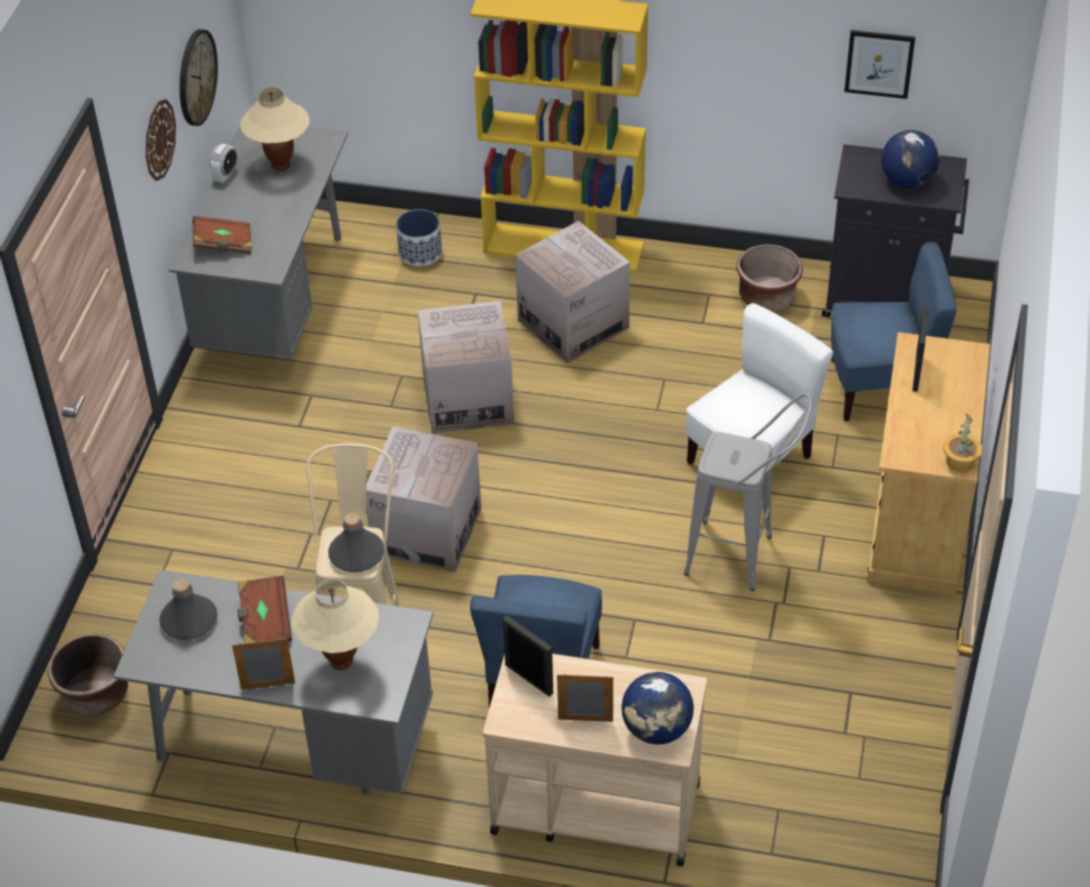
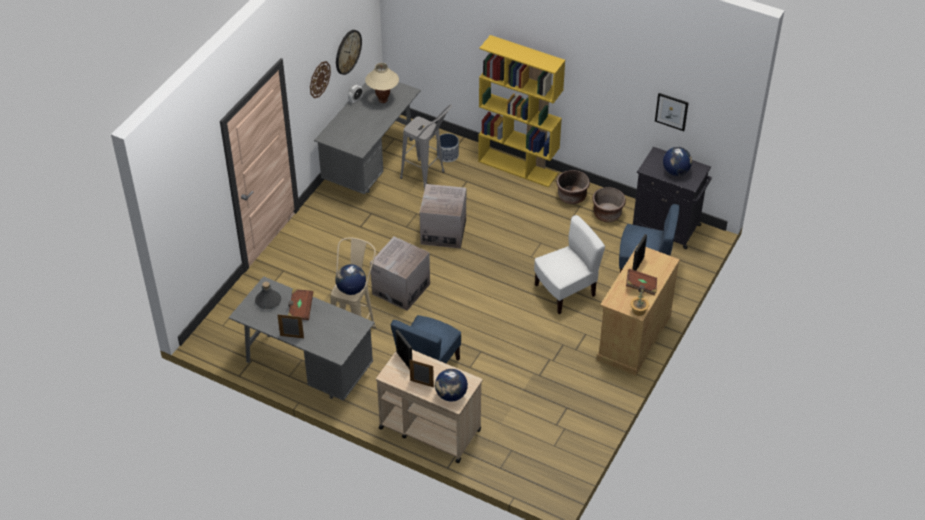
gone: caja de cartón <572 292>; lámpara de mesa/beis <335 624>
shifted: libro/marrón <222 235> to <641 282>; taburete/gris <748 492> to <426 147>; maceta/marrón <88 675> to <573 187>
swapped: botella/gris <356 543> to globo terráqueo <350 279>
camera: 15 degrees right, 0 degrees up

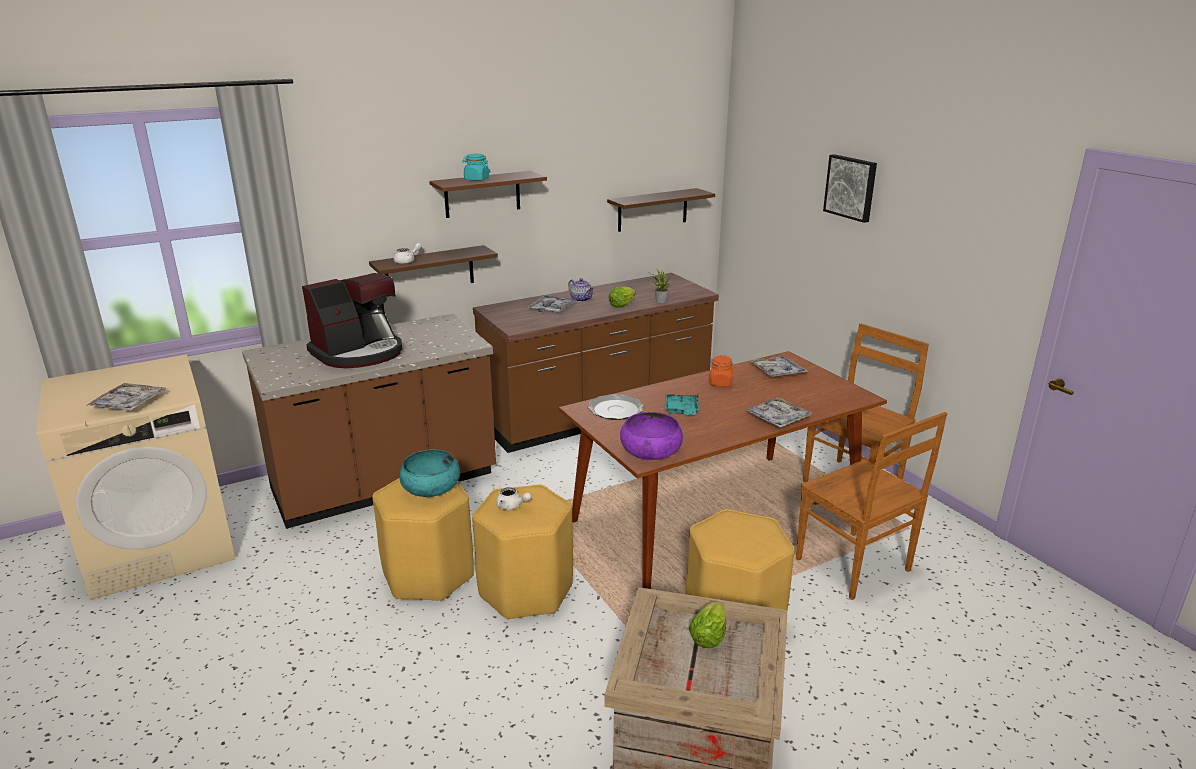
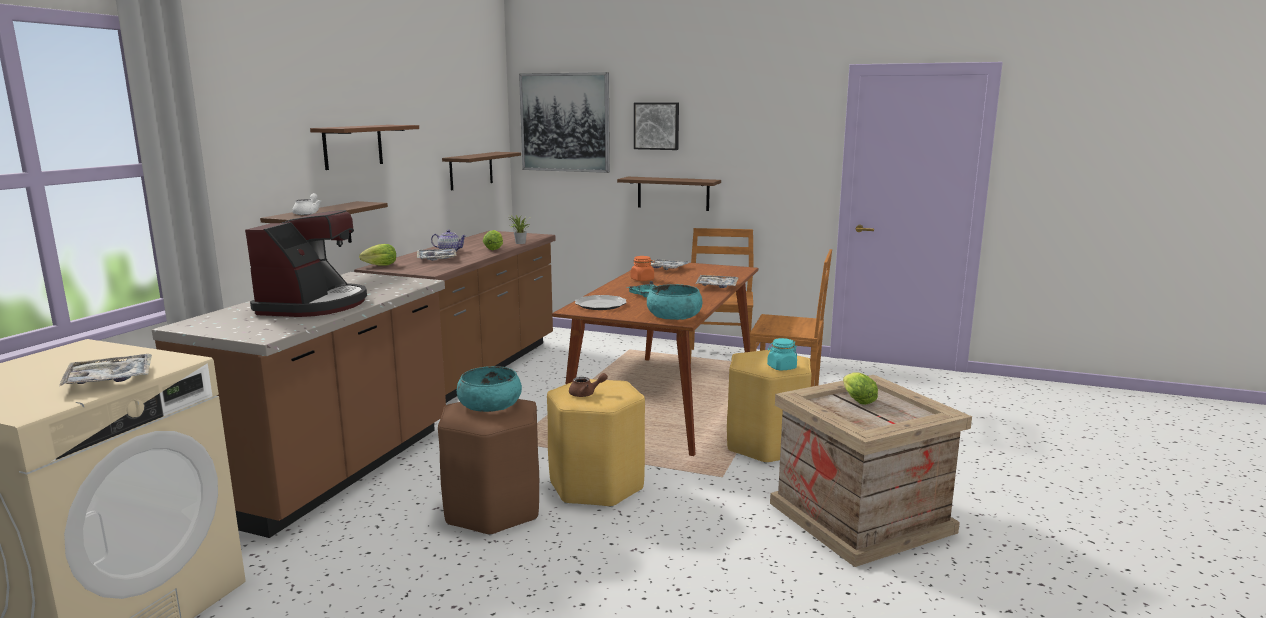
new: cuadro <564 122>; estante/marrón <669 194>; lechuga <377 255>
shifted: tarro/turquesa <475 167> to <782 354>
repainted: cuenco/morado <651 436> to cuenco/turquesa <674 302>; taburete/amarillo <423 539> to taburete/marrón <488 467>; tetera/blanco <513 498> to tetera/marrón <588 385>
camera: 40 degrees left, 10 degrees down

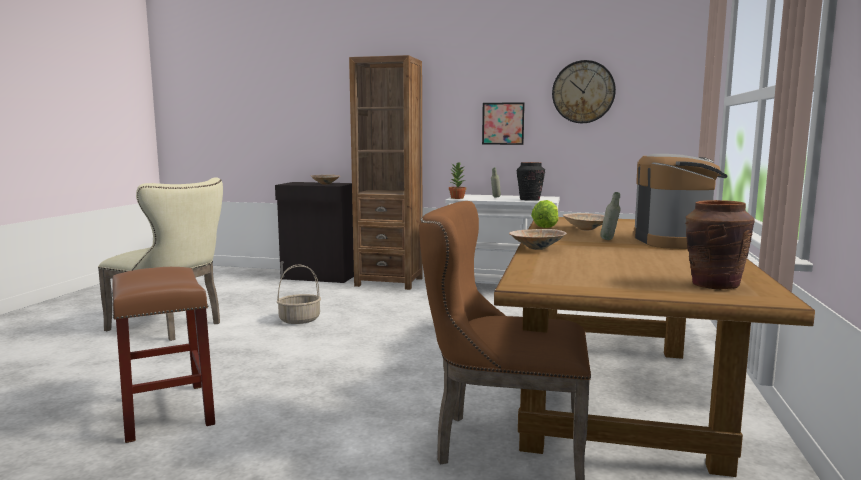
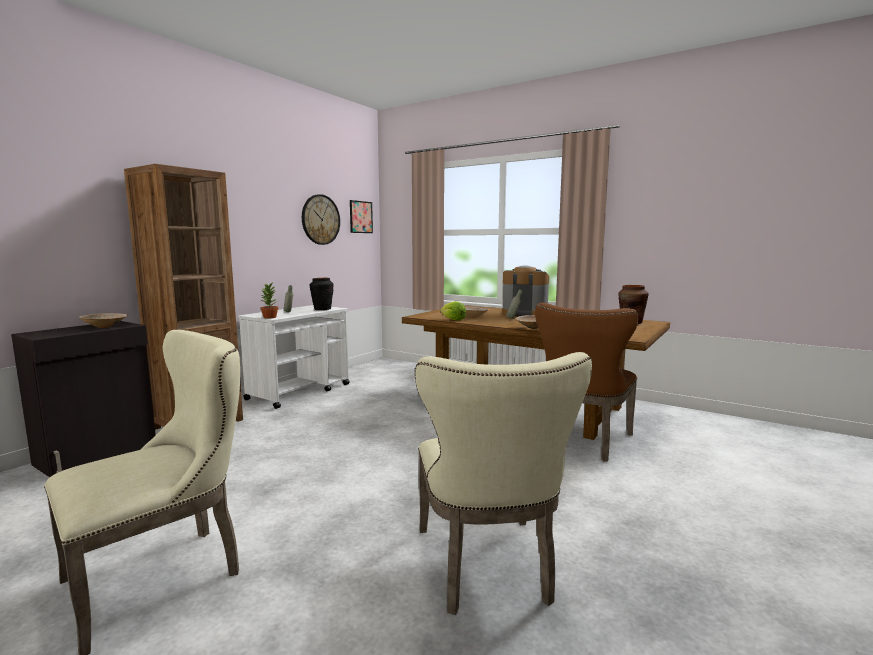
gone: cesta <299 294>
shifted: cuadro <503 123> to <361 216>
swapped: taburete/marrón <163 355> to silla/beis <503 483>
camera: 70 degrees left, 0 degrees up

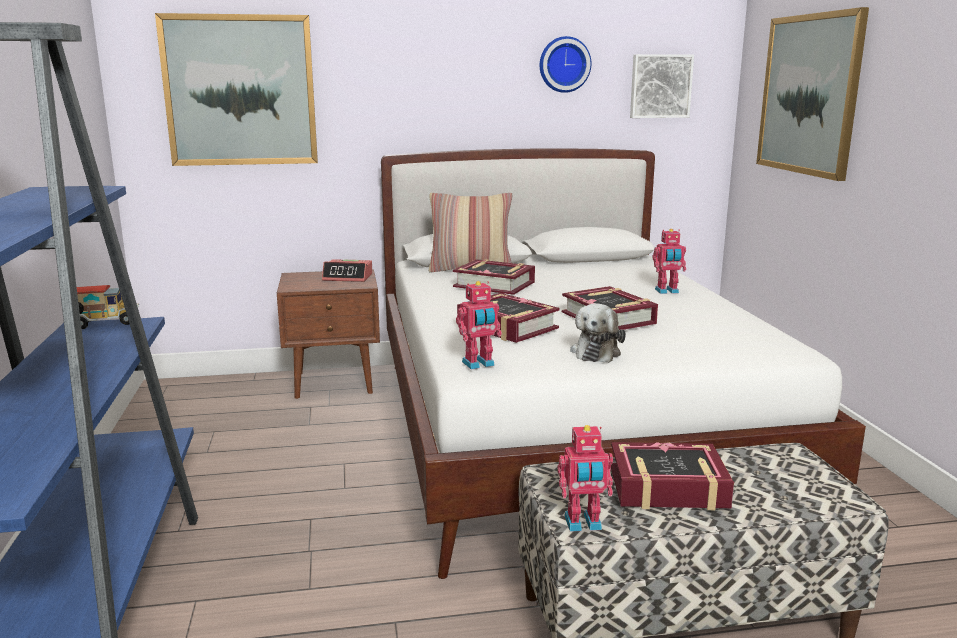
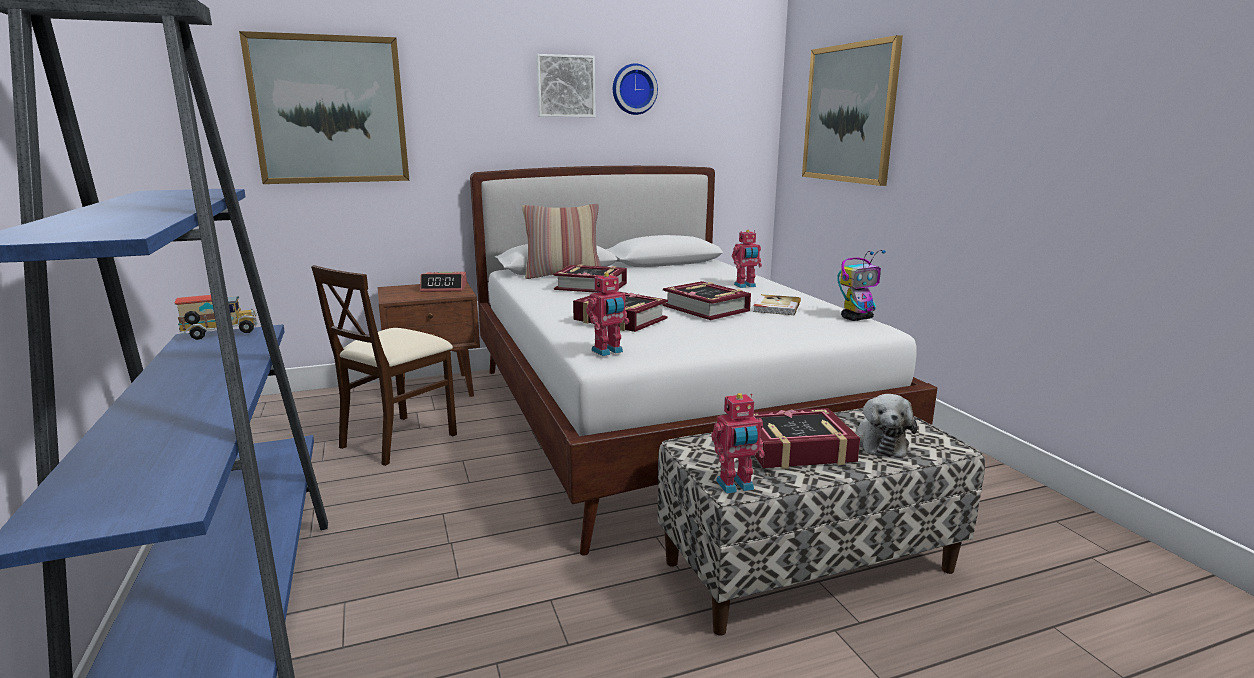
new: robot de juguete <861 285>; silla/beis <384 365>; libro <777 304>
shifted: cuadro <662 86> to <566 85>; peluche <598 333> to <887 425>
camera: 10 degrees left, 0 degrees up

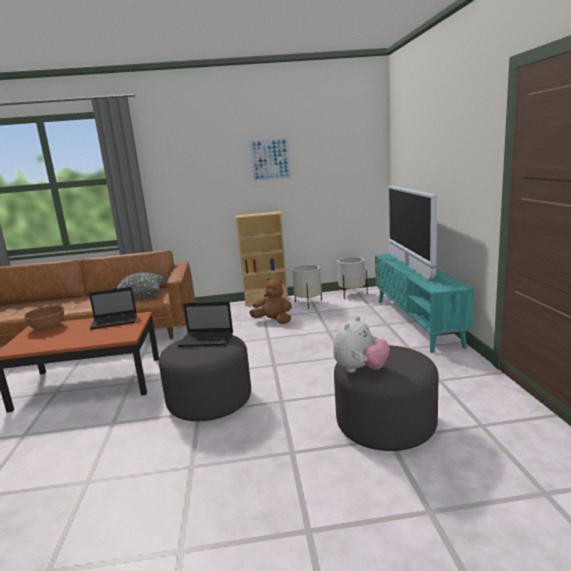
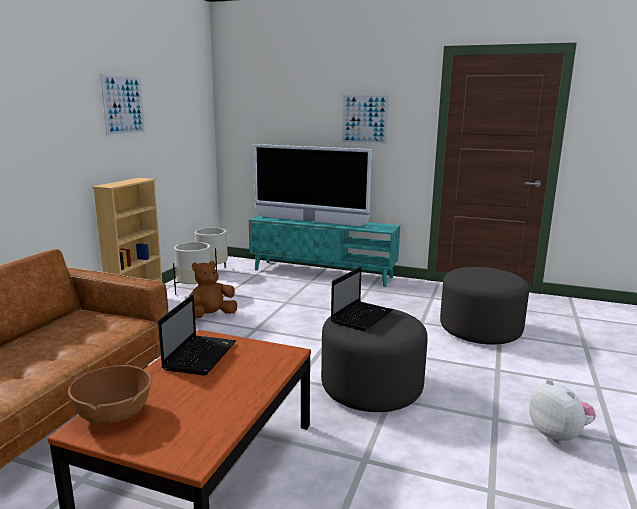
gone: cojín/gris <141 285>
new: cuadro <365 119>
shifted: peluche <361 344> to <562 411>
camera: 65 degrees left, 0 degrees up

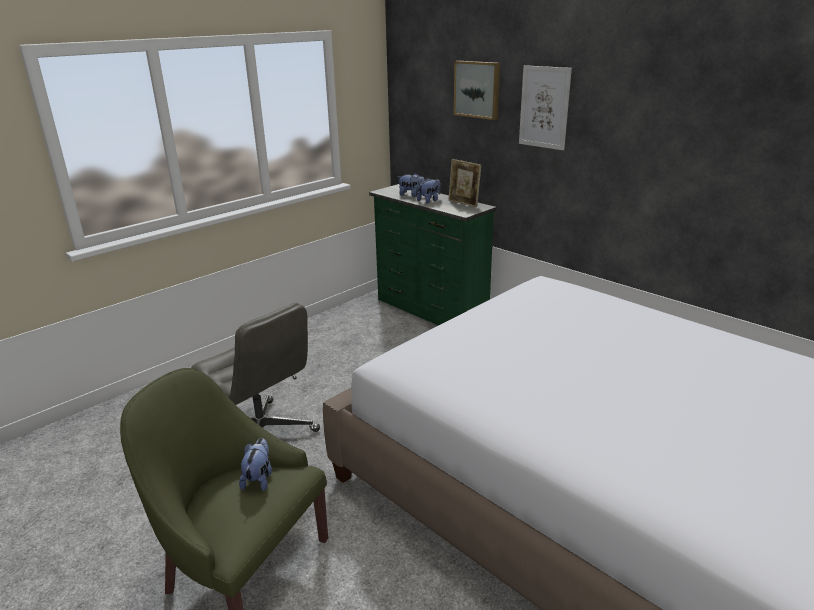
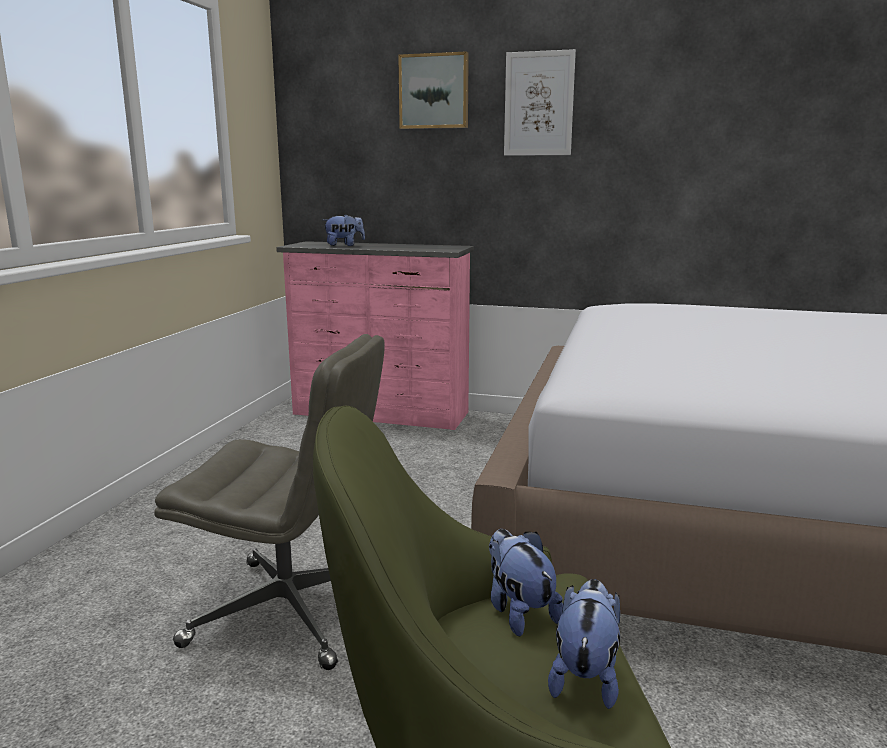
gone: portarretratos <464 183>
shifted: peluche <429 190> to <584 644>
repainted: cómoda/verde <433 255> to cómoda/rosa <375 335>
camera: 30 degrees left, 10 degrees down

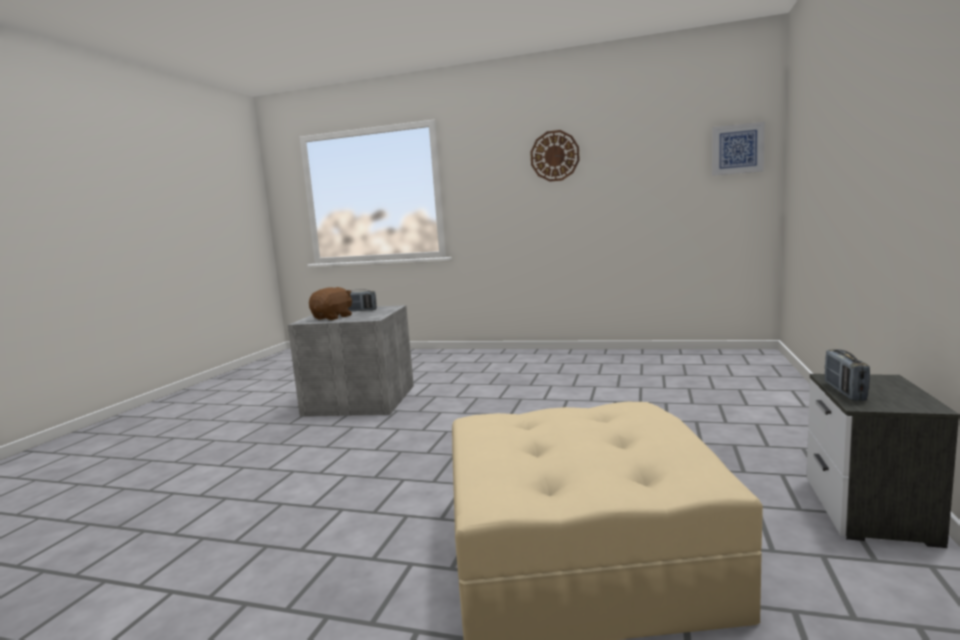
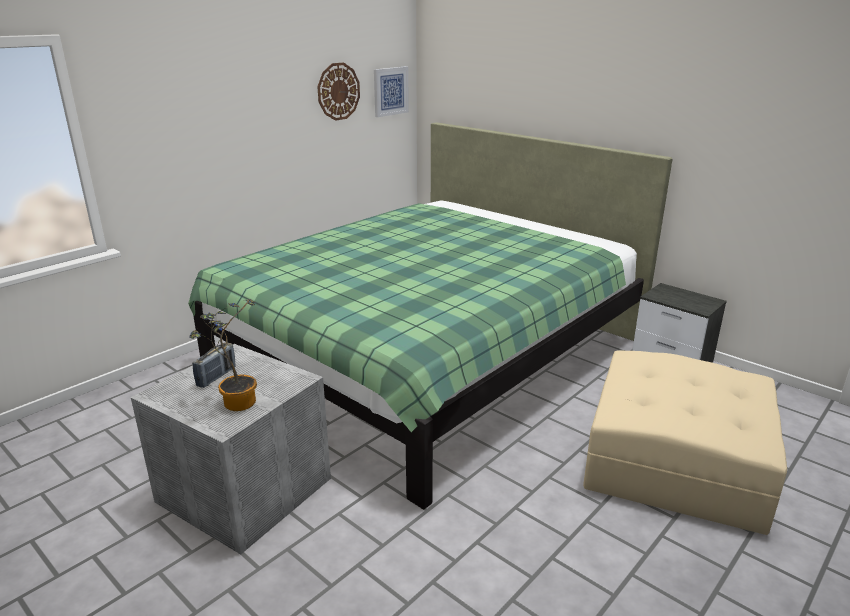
gone: radio <847 375>
new: cama/verde <430 316>
shifted: reloj de pared <555 156> to <338 92>
swapped: peluche/marrón <330 303> to planta en maceta <223 355>
camera: 65 degrees left, 15 degrees up

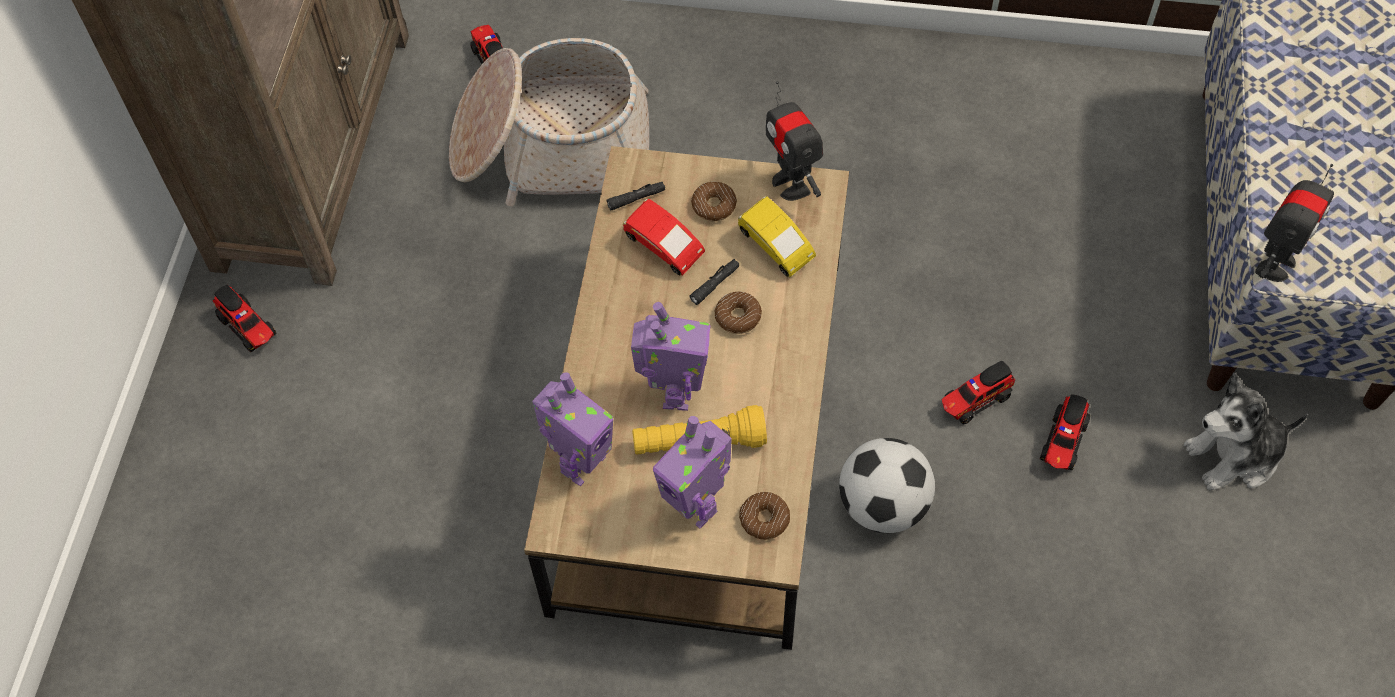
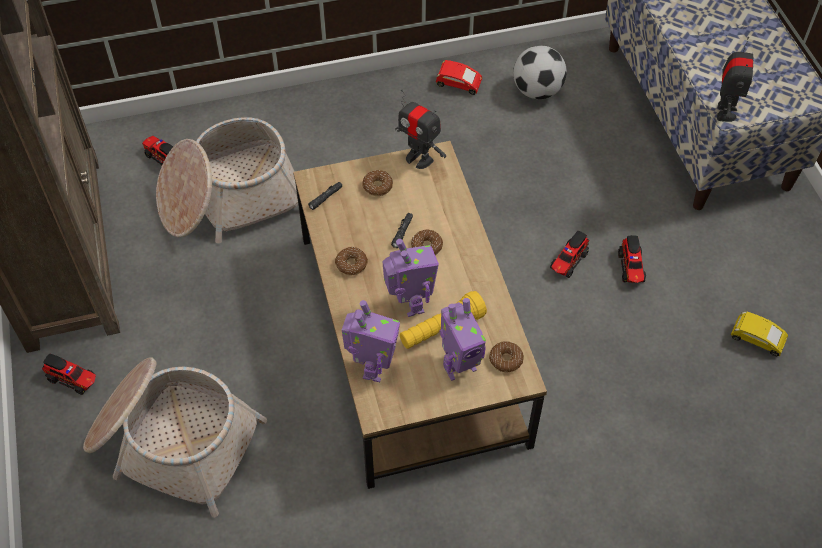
gone: peluche <1246 431>
new: rosquilla <351 261>; cesta <175 437>
shifted: coche de juguete/amarillo <777 236> to <759 334>; coche de juguete/rojo <664 237> to <459 77>; balón de fútbol <887 485> to <540 72>
rotated: robot de juguete <692 472> = <462 339> 45 degrees counterclockwise
camera: 25 degrees left, 5 degrees down

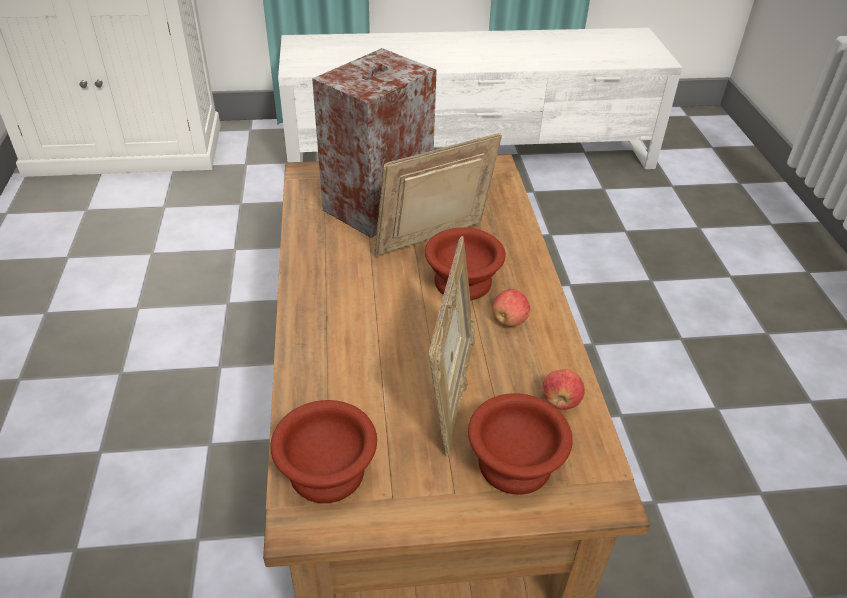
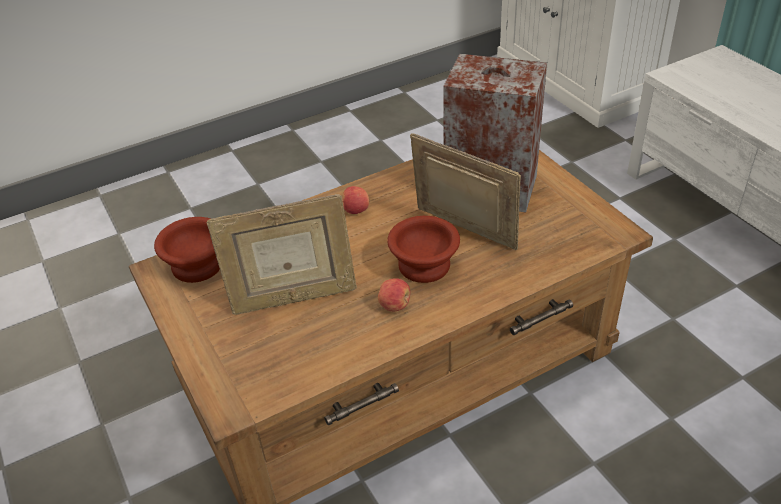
gone: cuenco/marrón <520 444>
shifted: manzana <563 389> to <355 200>
camera: 70 degrees right, 0 degrees up

